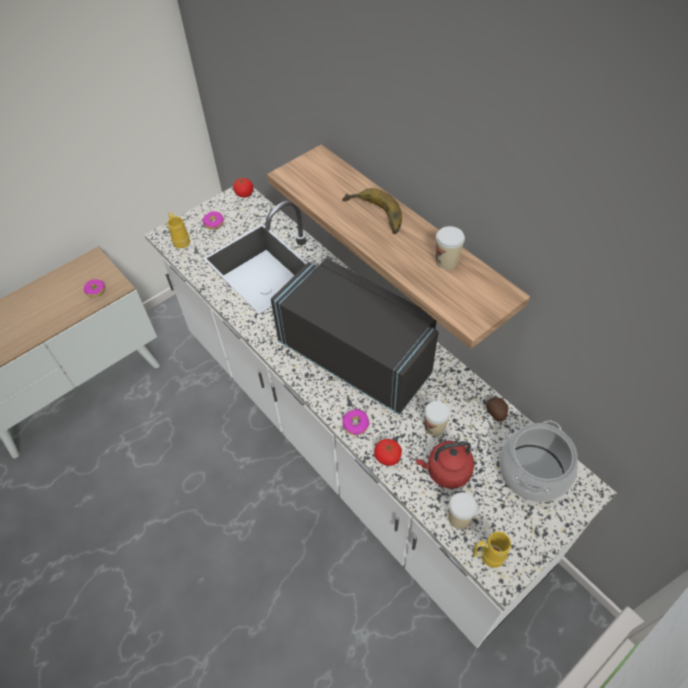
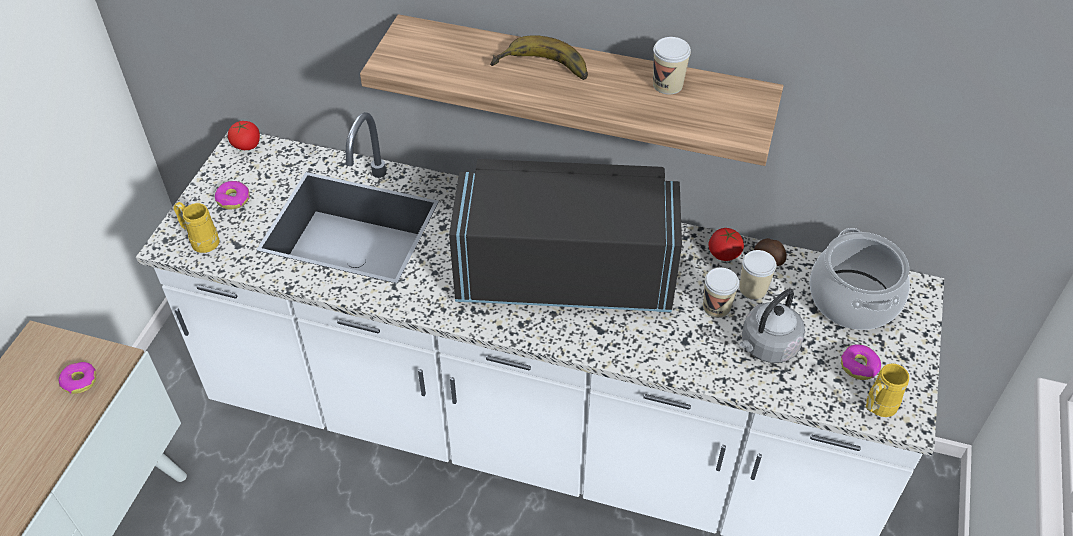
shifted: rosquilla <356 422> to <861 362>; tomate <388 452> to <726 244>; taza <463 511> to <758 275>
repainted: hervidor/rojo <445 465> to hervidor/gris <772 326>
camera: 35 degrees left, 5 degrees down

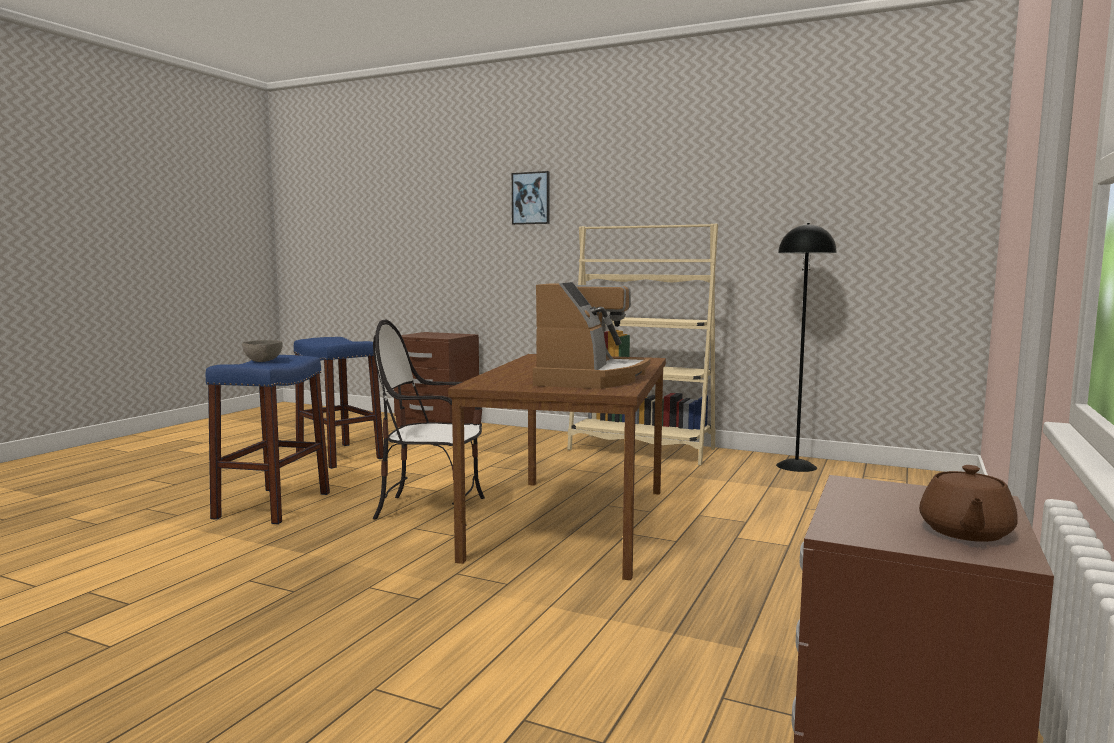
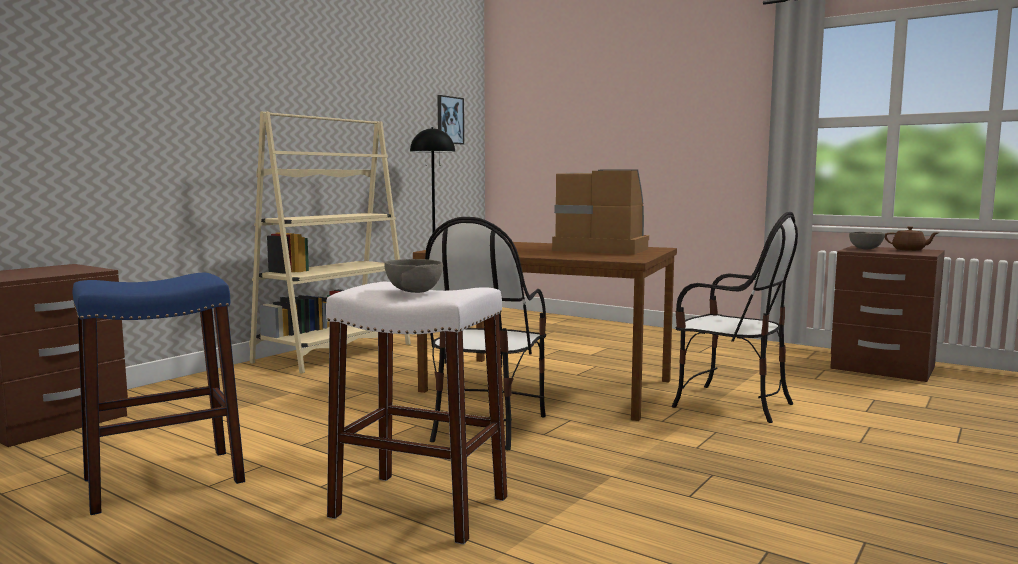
new: silla <734 317>; cuenco/gris <867 240>
shifted: cuadro <531 198> to <450 119>
repainted: taburete/azul <267 439> to taburete/blanco <416 413>
camera: 80 degrees left, 0 degrees up

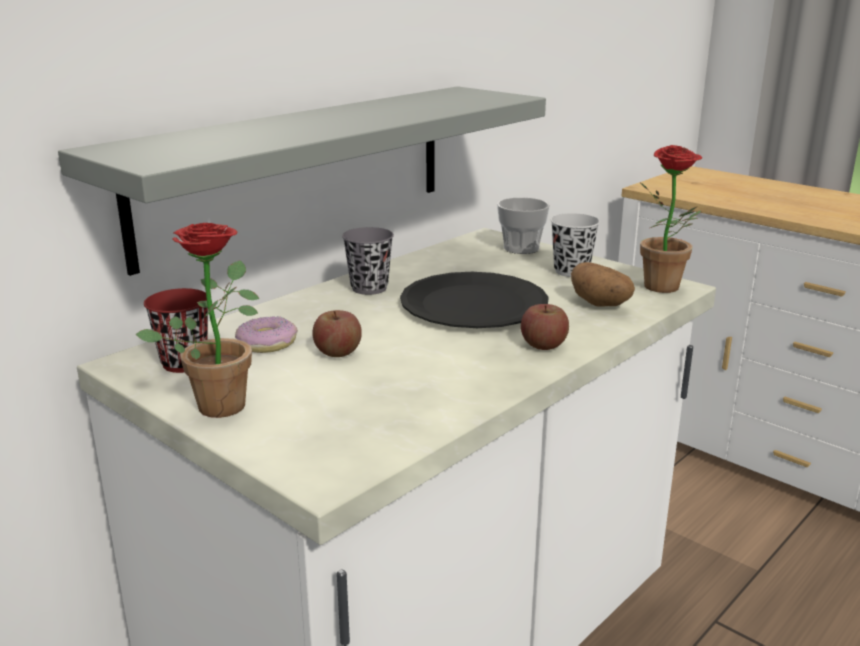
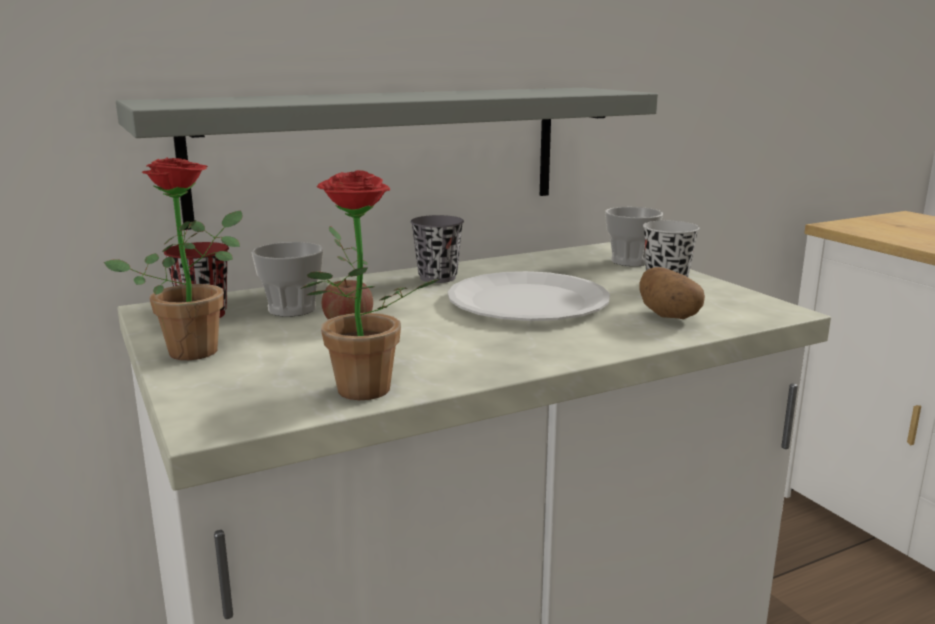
gone: manzana <545 327>
shifted: planta en maceta <671 219> to <370 285>
swapped: rosquilla <266 334> to taza <288 279>
repainted: plato/negro <474 300> to plato/blanco <529 296>
camera: 20 degrees right, 5 degrees down

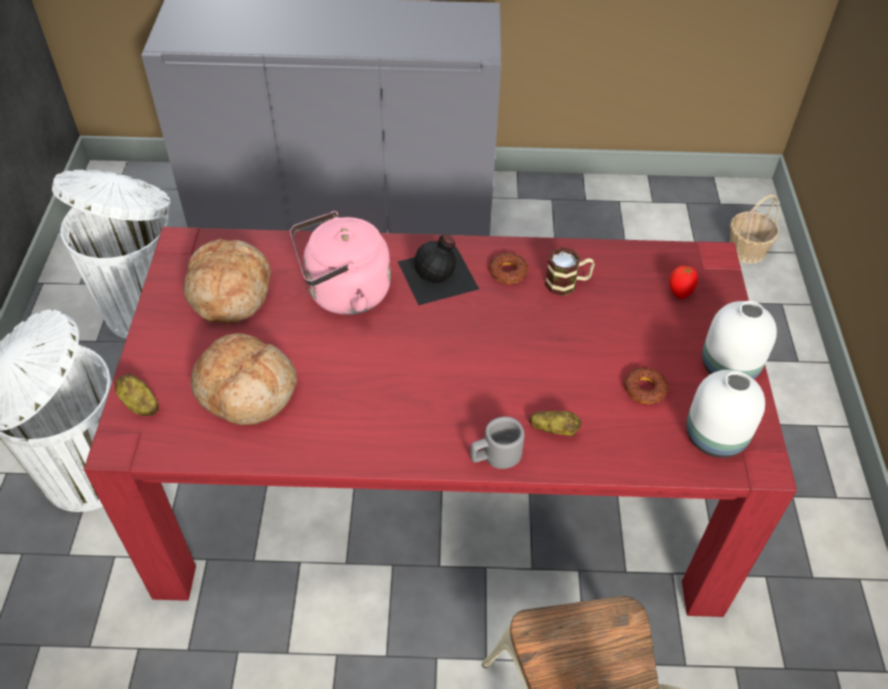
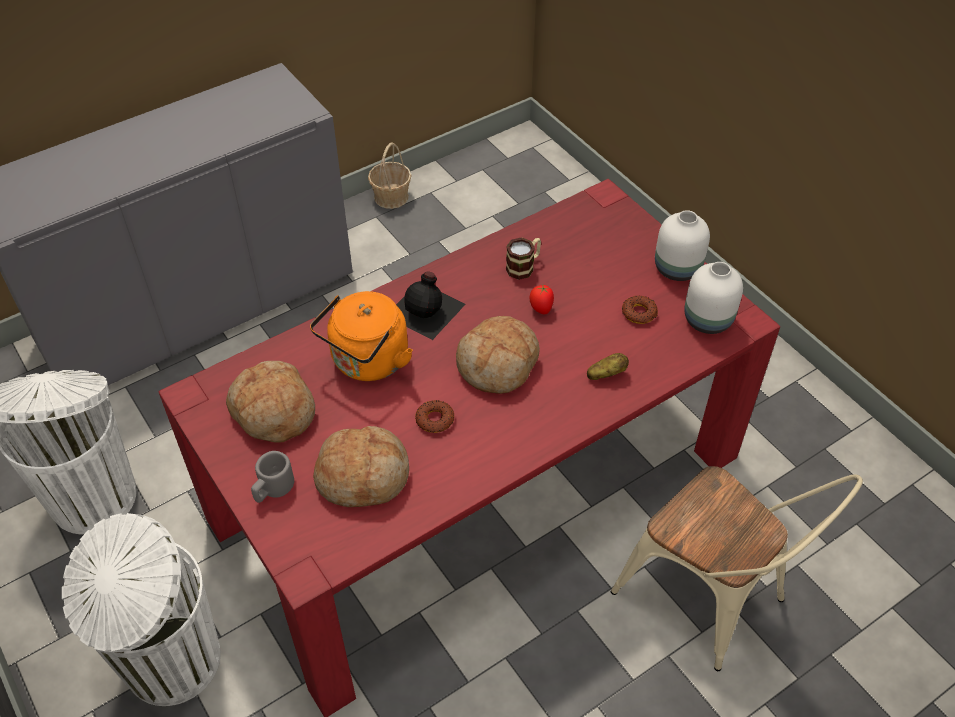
gone: patata <137 395>
new: pan <498 355>
shifted: cesta <755 229> to <390 175>; rosquilla <508 268> to <434 416>; tomate <683 282> to <541 299>; taza grande/gris <497 442> to <272 477>
repainted: hervidor/rosa <340 263> to hervidor/naranja <361 336>
camera: 35 degrees left, 0 degrees up

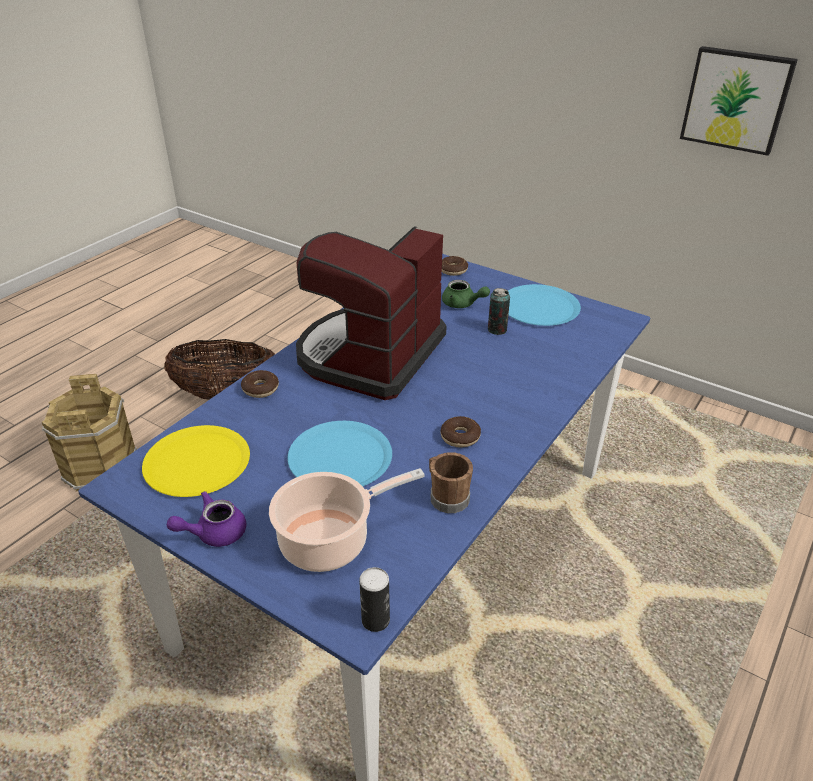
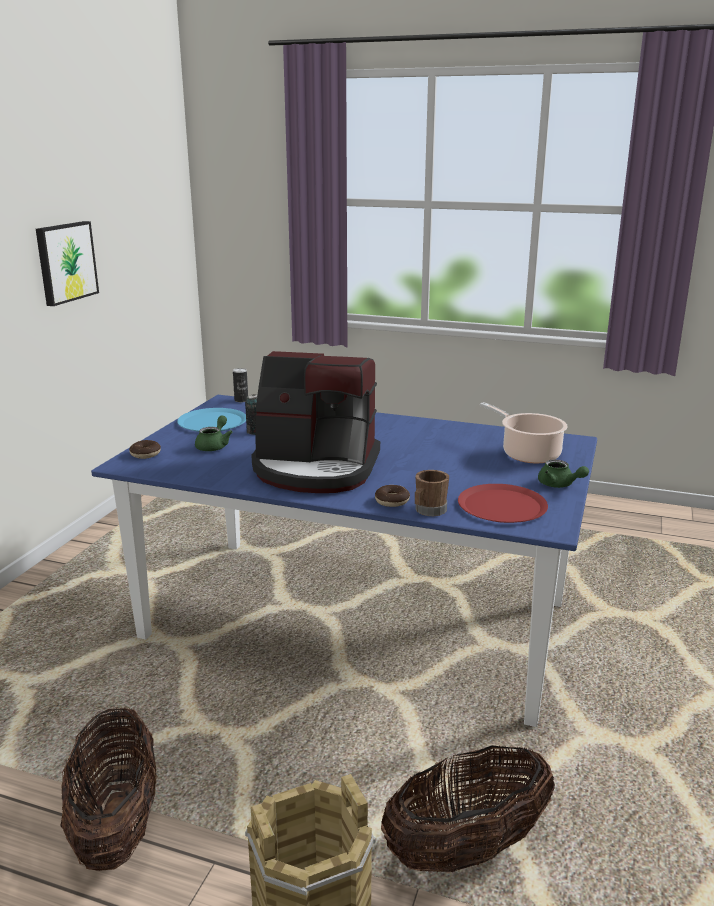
gone: rosquilla <461 432>; plato/azul <339 453>
new: cesta <468 808>
shifted: taza grande/marrón <451 482> to <432 493>; lata <374 599> to <240 385>
repainted: plato/amarillo <196 461> to plato/rojo <503 503>; tetera/morado <206 519> to tetera/verde <563 474>
camera: 105 degrees left, 15 degrees down

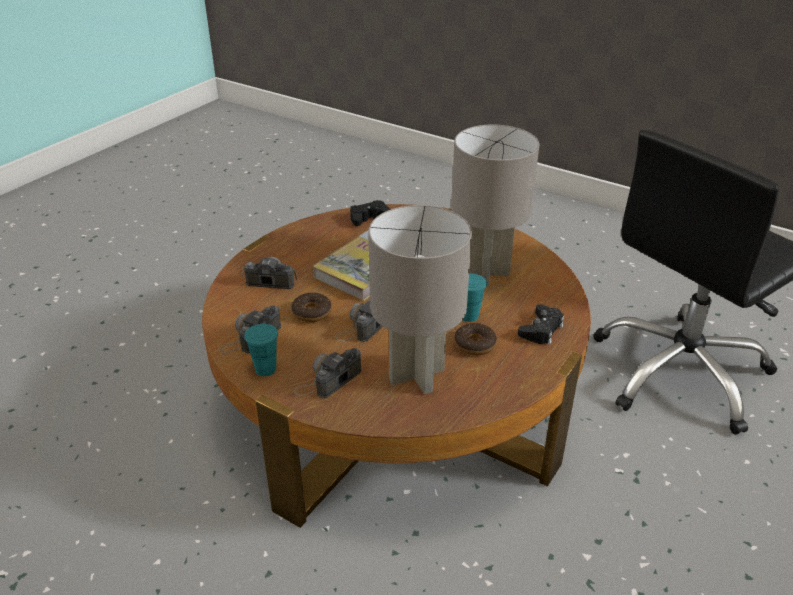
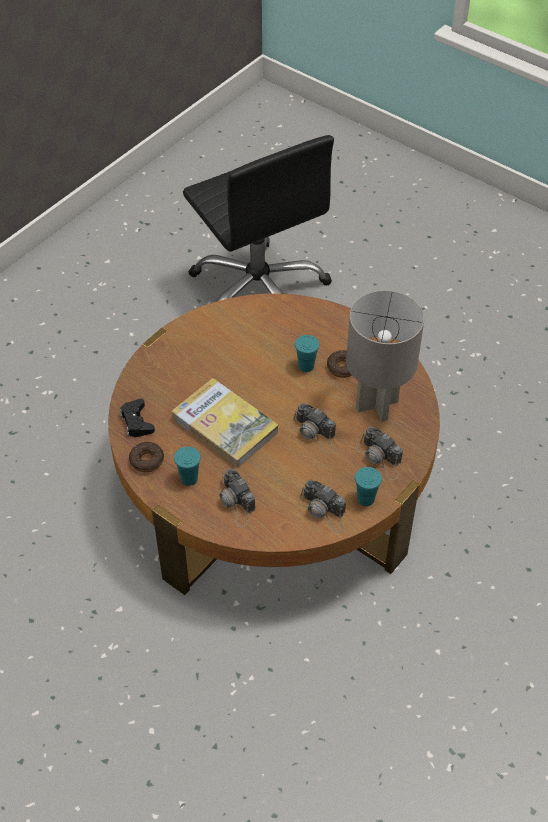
gone: lámpara de mesa/gris <495 205>; mando de consola/negro <541 324>
new: taza/turquesa <187 466>
shifted: rosquilla <311 307> to <146 457>
rotated: cámara <269 273> = <235 498> 45 degrees counterclockwise
camera: 85 degrees left, 15 degrees up

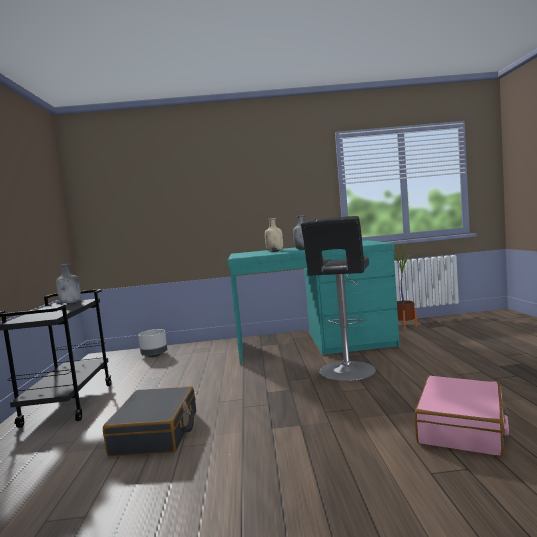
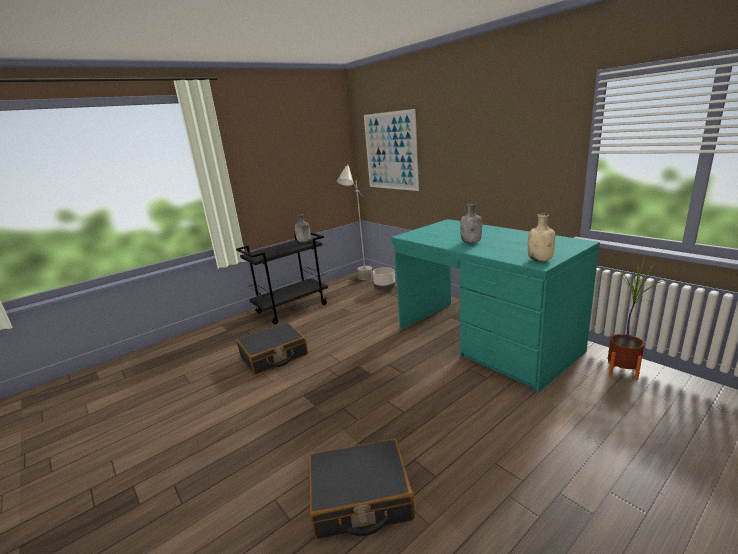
gone: taburete/negro <338 298>
new: cuadro <391 150>; lámpara de pie/gris <355 222>
shifted: botella/beis <274 235> to <541 237>
repainted: maleta/rosa <462 416> to maleta/negro <361 489>
camera: 55 degrees right, 15 degrees up

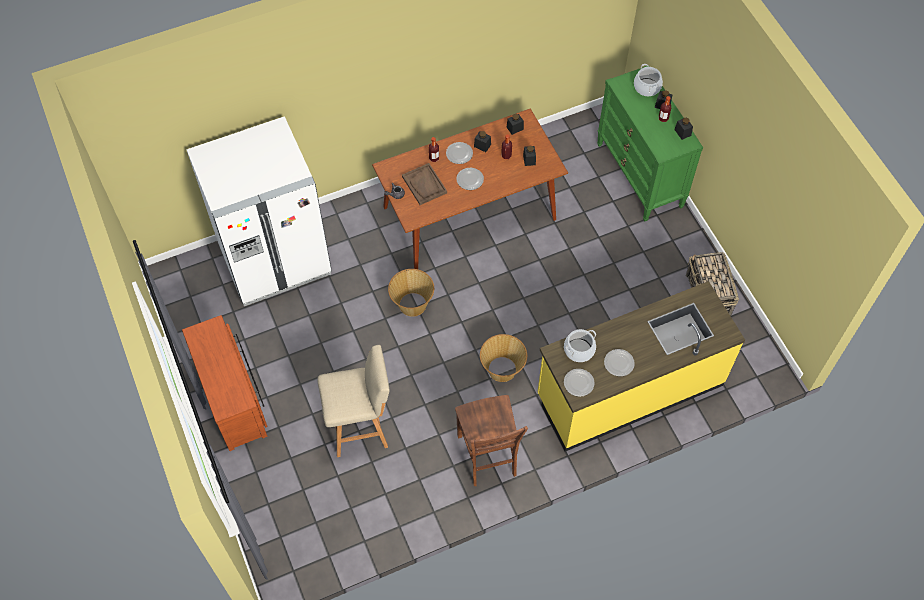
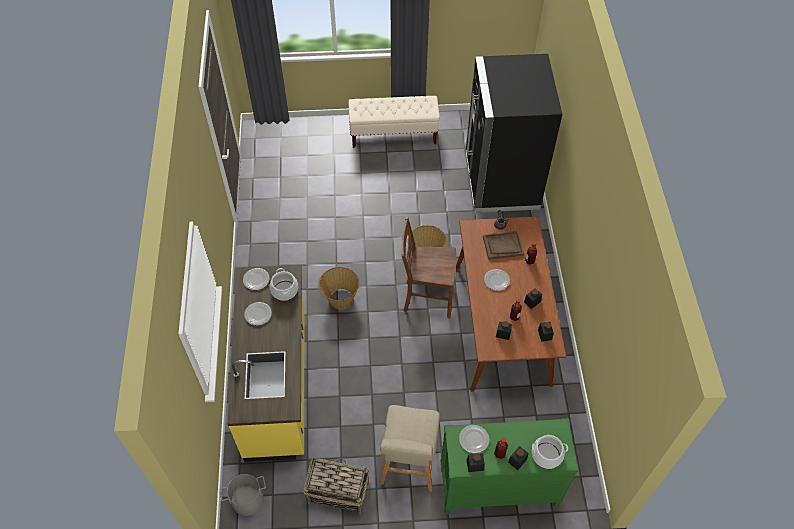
new: cubo/gris <242 495>
shifted: plato <459 153> to <474 439>; taburete/beis <353 401> to <410 448>; silla/marrón <491 440> to <428 267>
swapped: cómoda/marrón <224 383> to banco/beis <394 122>
repainted: nevera/blanco <259 211> to nevera/negro <514 133>
camera: 110 degrees right, 5 degrees down

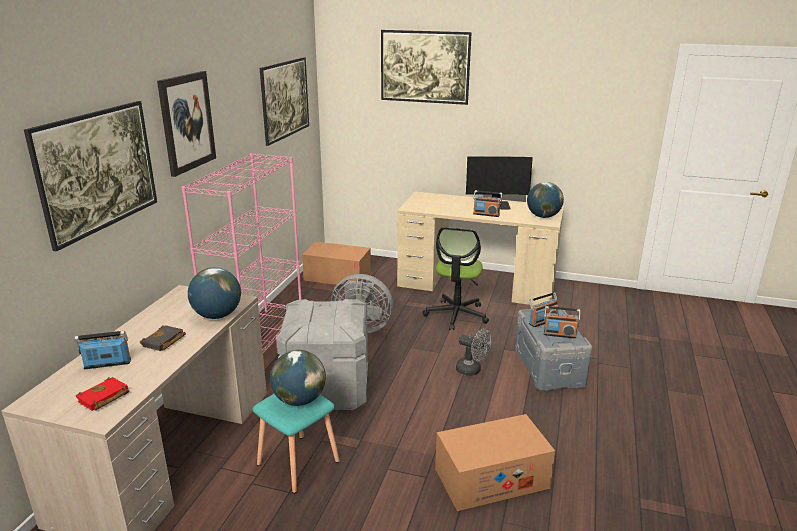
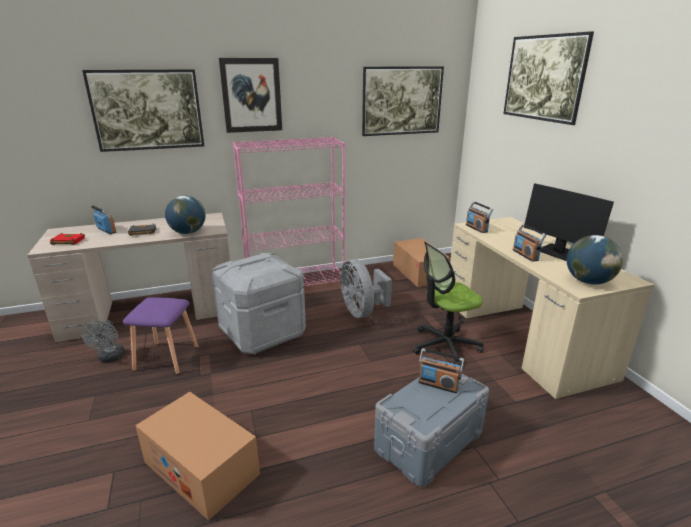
gone: globo terráqueo <298 378>
shifted: radio <562 322> to <479 217>; ventilador/gris <473 352> to <103 341>
repainted: taburete/turquesa <296 443> to taburete/morado <160 336>
camera: 55 degrees right, 0 degrees up

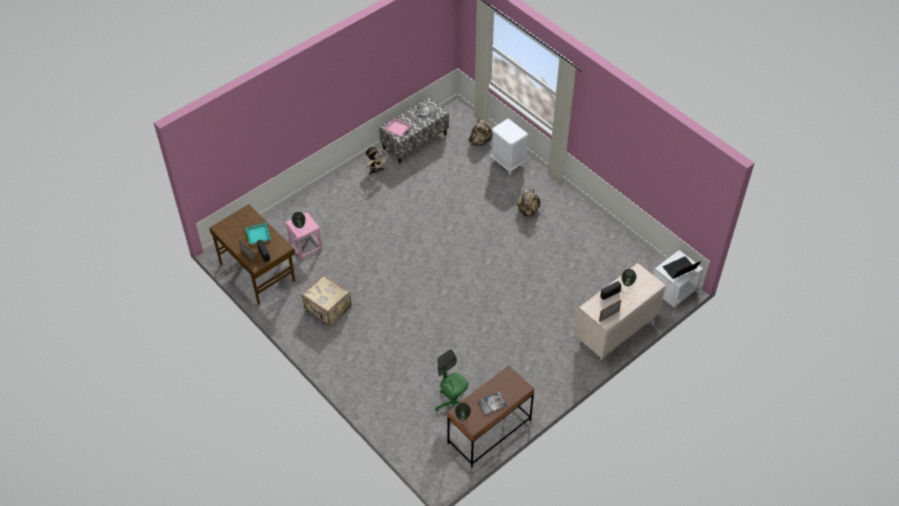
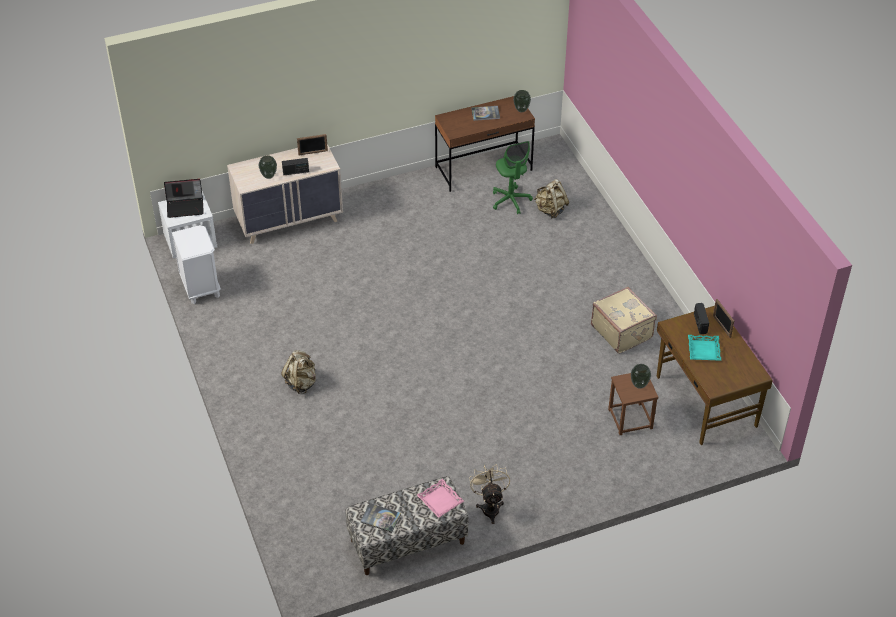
shifted: mochila/beis <481 132> to <551 198>; mesita de noche/blanco <509 147> to <196 264>
repainted: taburete/rosa <303 235> to taburete/marrón <633 404>
camera: 160 degrees left, 5 degrees down

